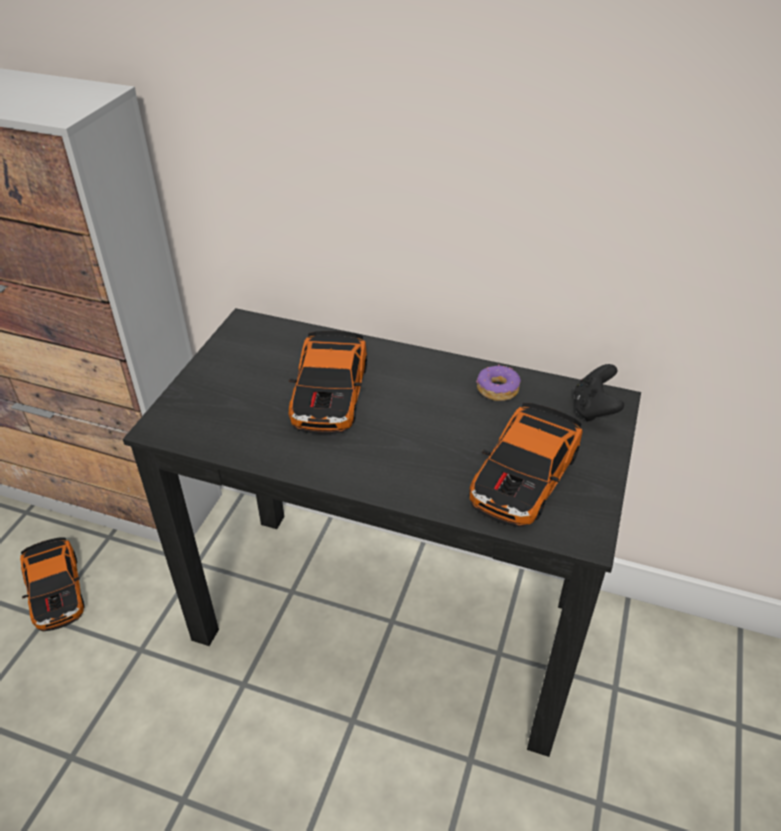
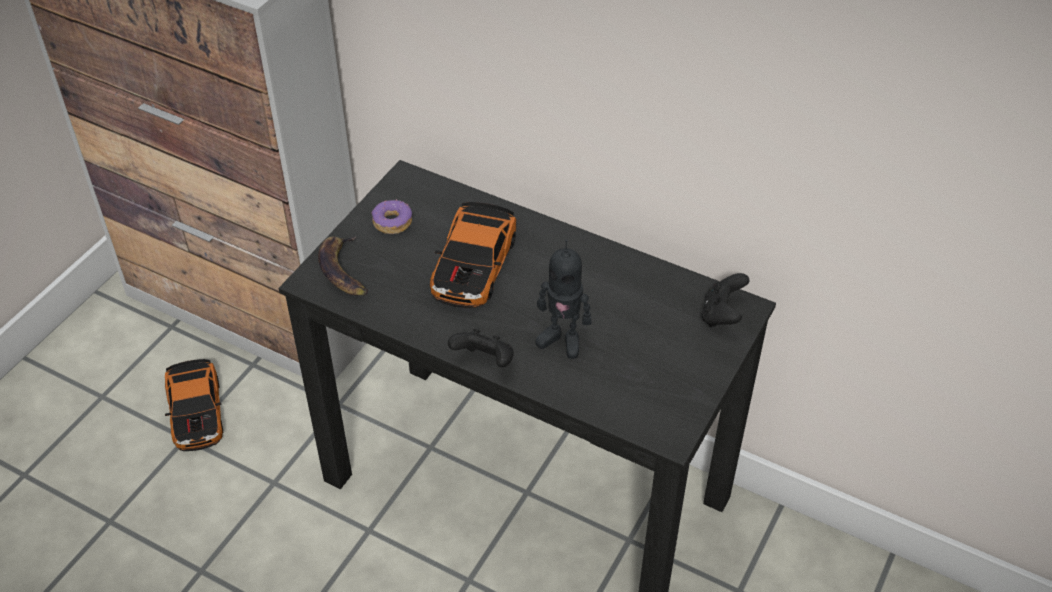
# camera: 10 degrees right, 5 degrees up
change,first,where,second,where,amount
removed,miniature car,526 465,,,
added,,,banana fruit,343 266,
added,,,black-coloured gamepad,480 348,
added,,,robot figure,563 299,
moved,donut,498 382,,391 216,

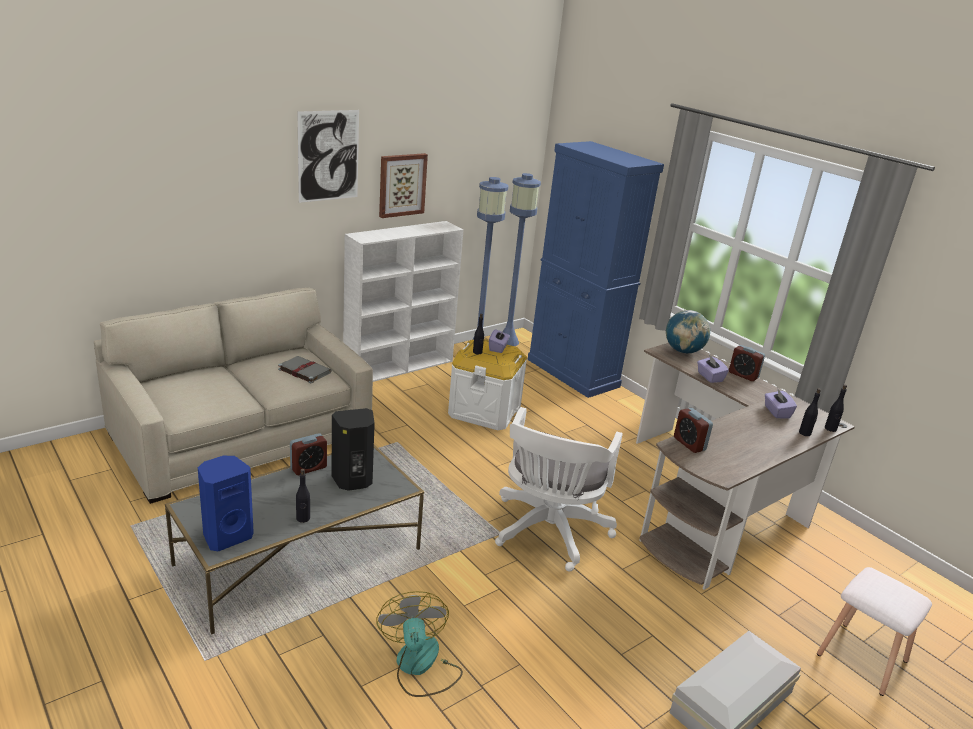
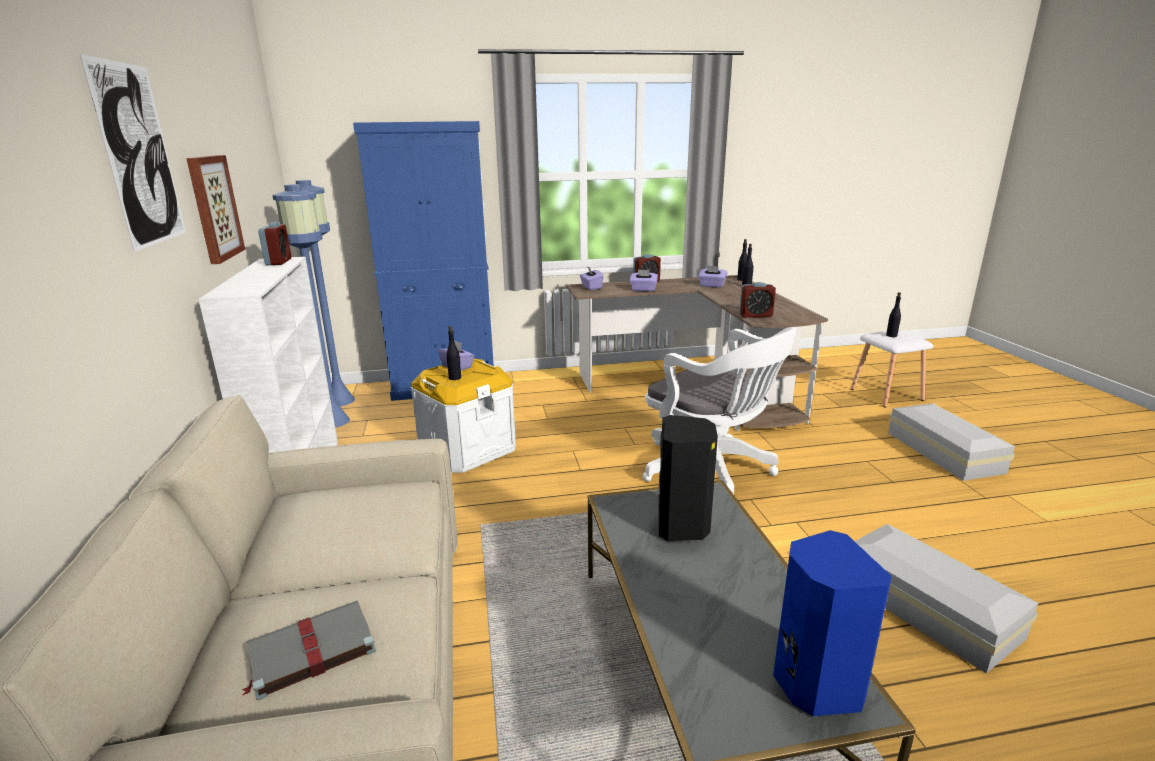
# camera: 60 degrees left, 5 degrees down
change,first,where,second,where,amount
moved,greyish book,305 369,,309 650,
moved,table clock,308 454,,274 243,
moved,black-coloured drink bottle,303 496,,893 314,
replaced,electric fan,419 644,whitish storage box,946 598,
replaced,world globe,688 332,purplish box of tissues,592 278,

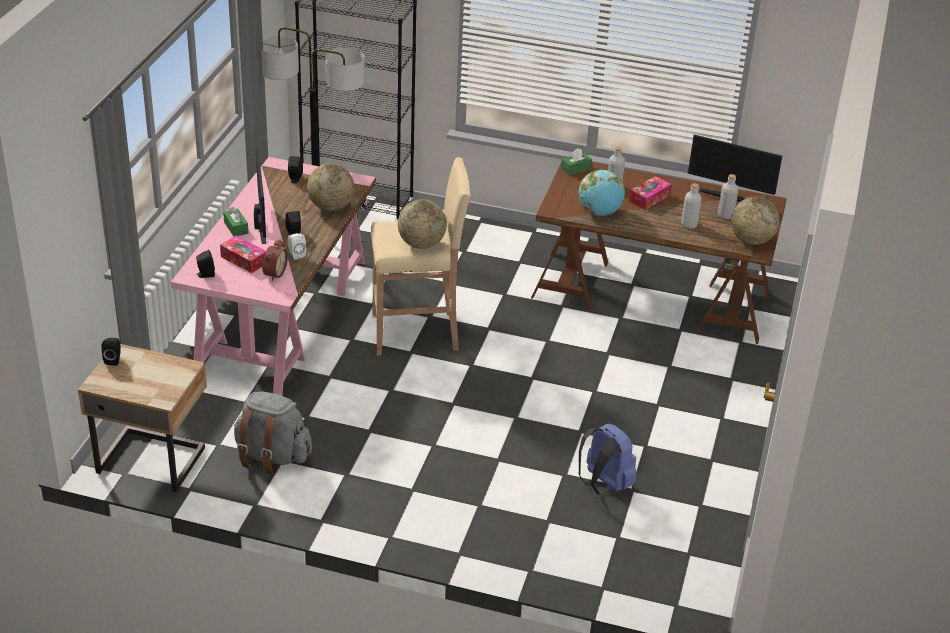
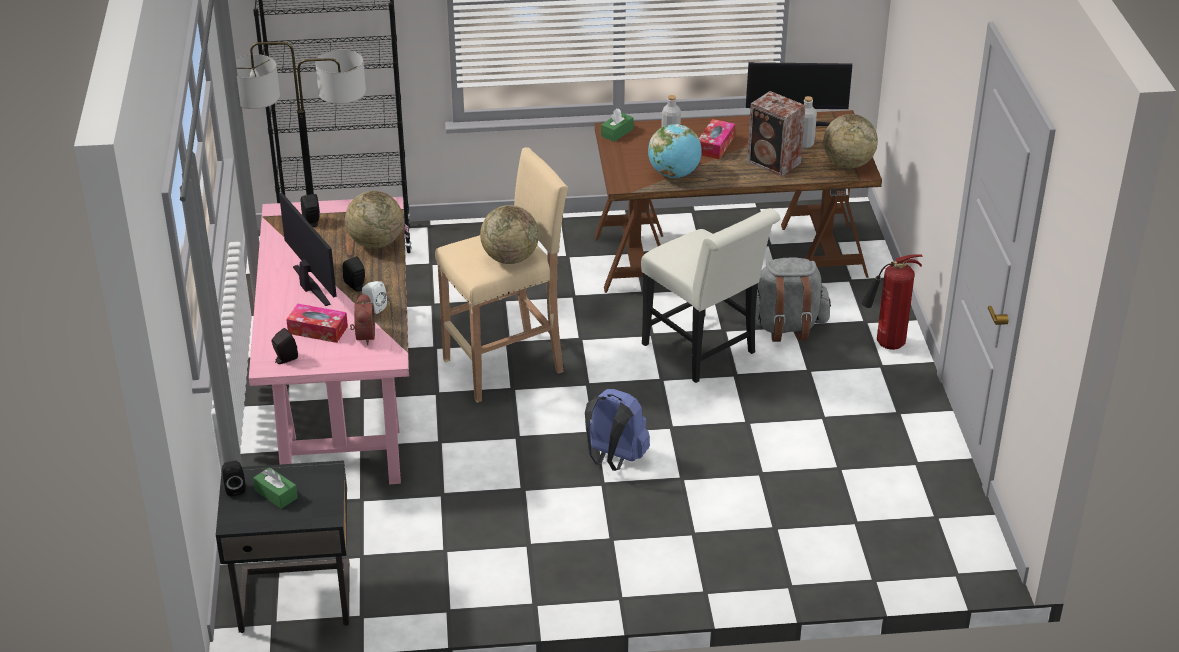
# camera: 20 degrees left, 0 degrees up
change,first,where,second,where,amount
added,,,whitish plain chair,710 295,
added,,,fire extinguisher,891 302,
moved,greenish box of tissues,235 222,,275 488,
moved,greyish rucksack,273 432,,787 300,
moved,bluish rucksack,607 459,,617 430,
replaced,greyish drink bottle,691 206,audio speaker,776 134,
recoloured,sand-coloured nightstand,142 418,black-coloured nightstand,283 546,

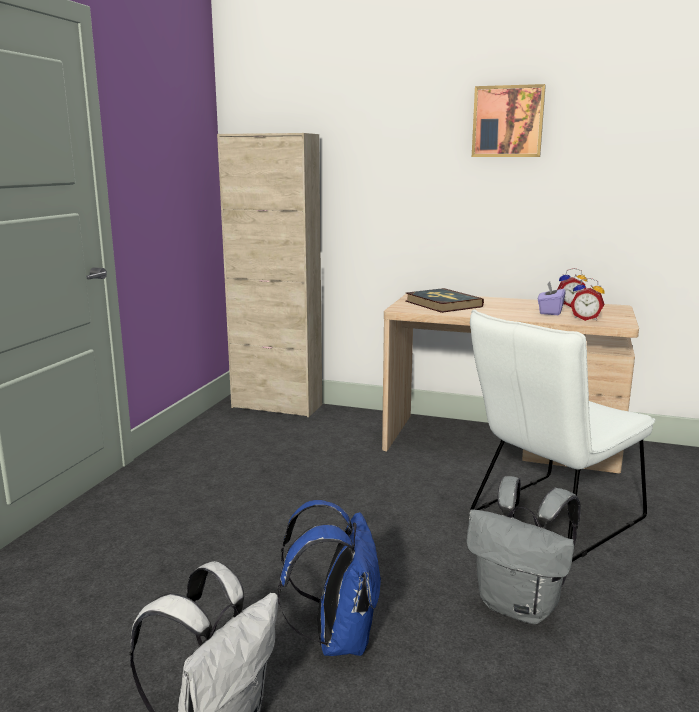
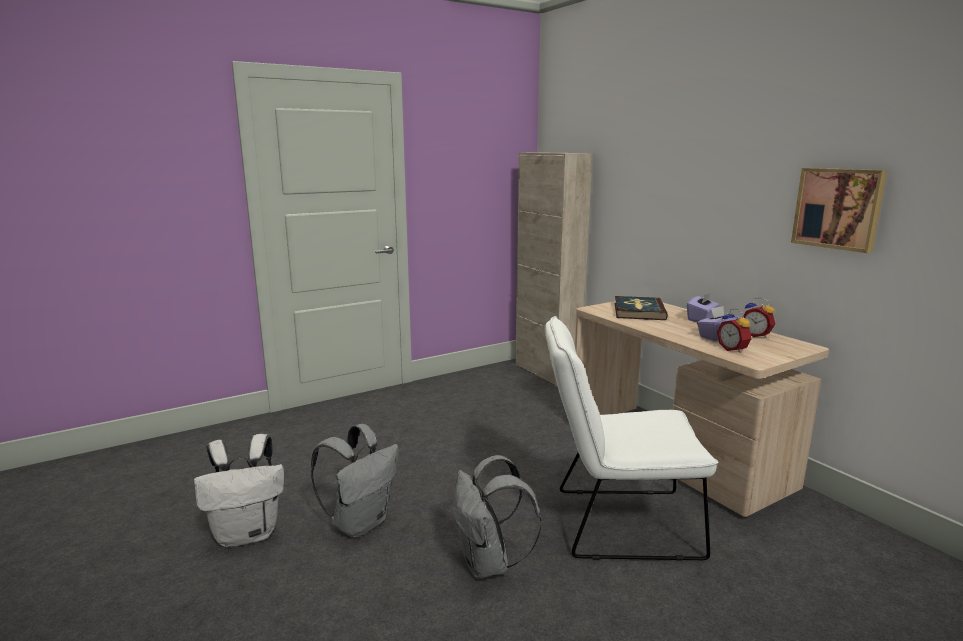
# camera: 40 degrees right, 0 degrees up
change,first,where,second,where,amount
added,,,purplish box of tissues,703 307,
moved,wall picture,509 120,,839 210,
recoloured,bluish rucksack,329 578,greyish rucksack,355 481,

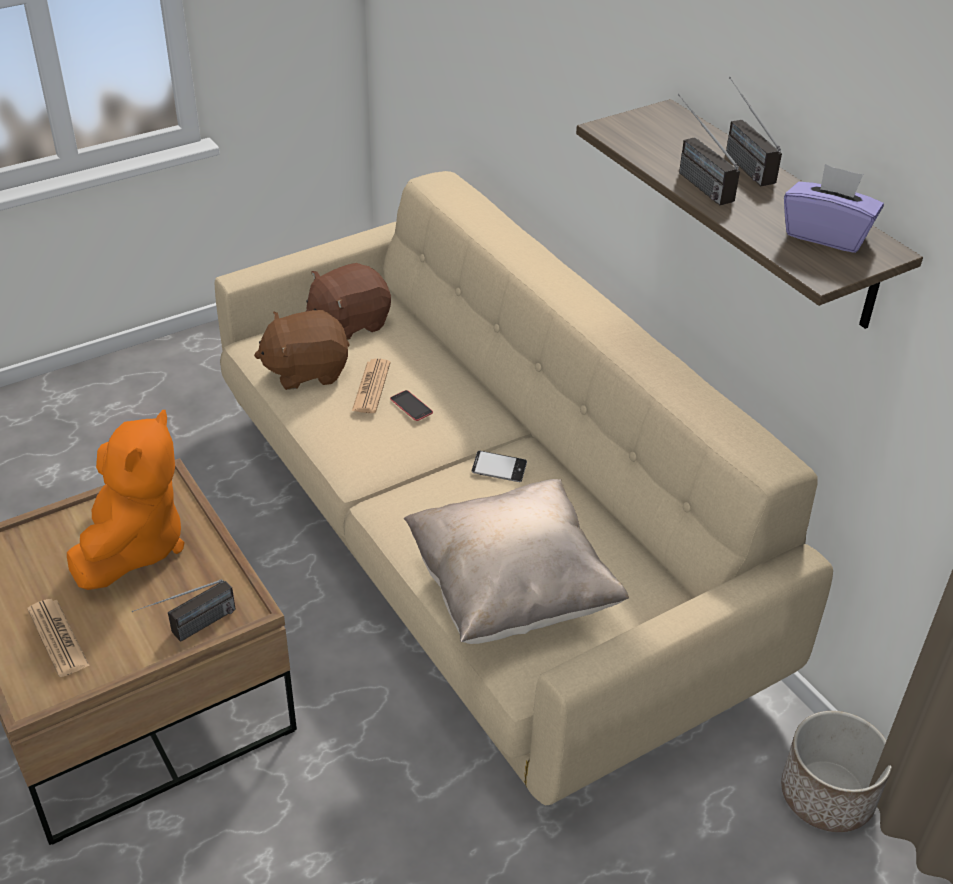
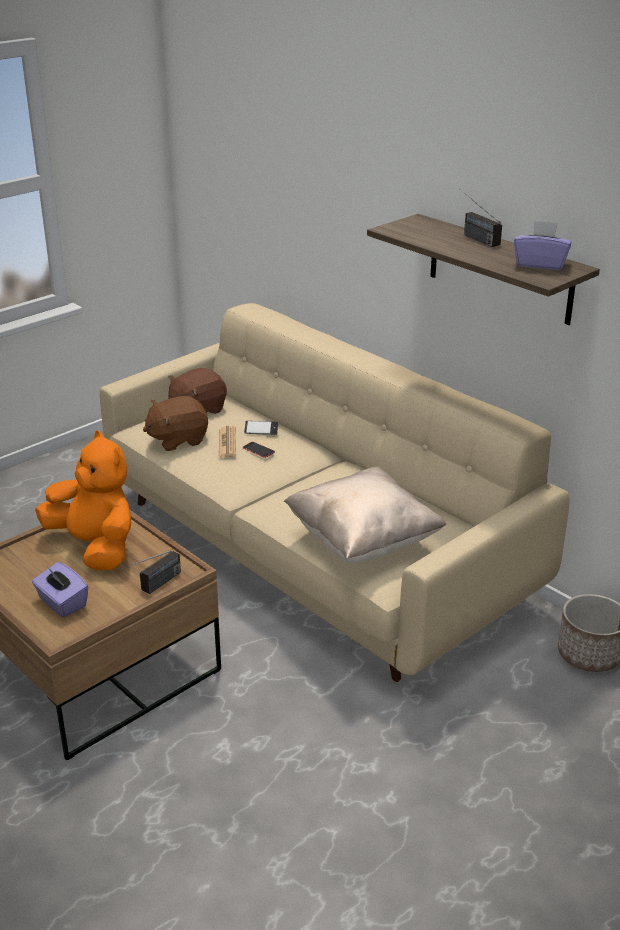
# camera: 10 degrees left, 10 degrees down
change,first,where,second,where,amount
removed,radio set,709 149,,,
moved,handset,499 466,,261 428,
replaced,printed paper,58 638,purplish box of tissues,60 589,
turned,orange-coloured plush toy,126 500,,83 501,45 degrees counterclockwise

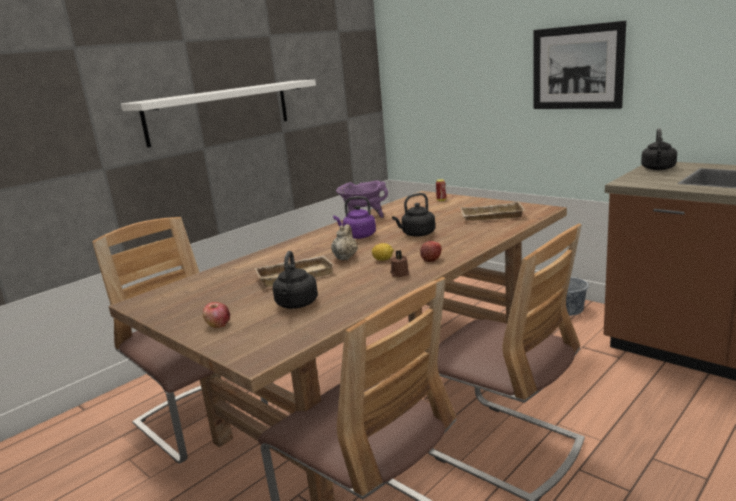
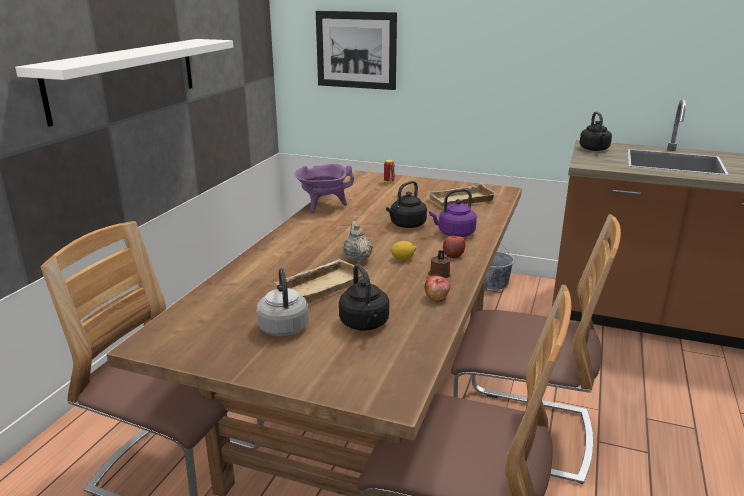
# camera: 25 degrees left, 5 degrees up
change,first,where,second,where,amount
added,,,greyish tea kettle,282 302,
moved,apple fruit,216 315,,437 288,
moved,purplish tea kettle,354 217,,453 213,
moved,wall picture,580 65,,356 50,

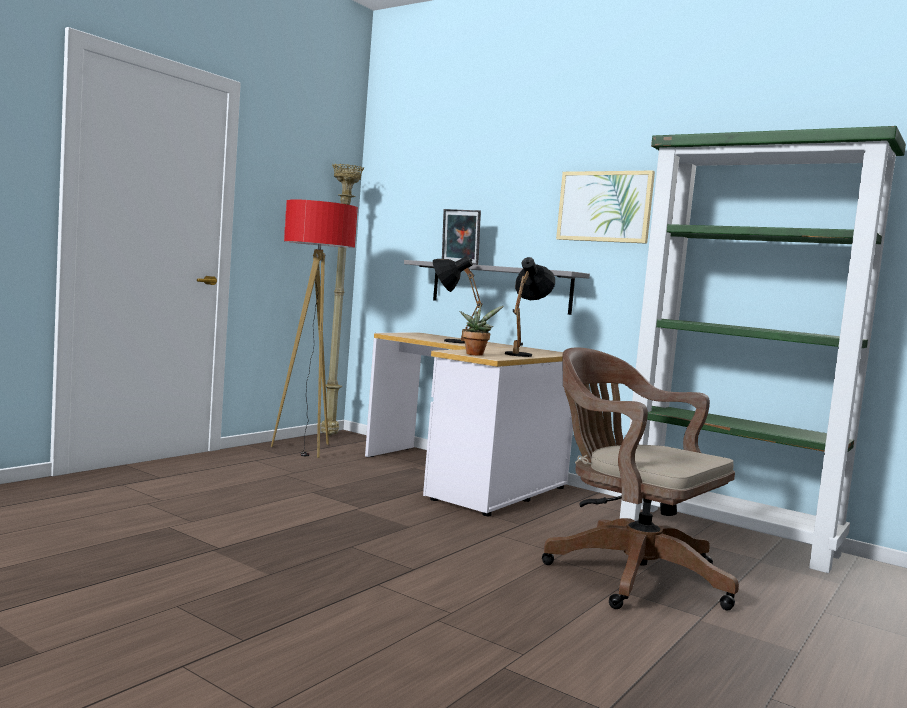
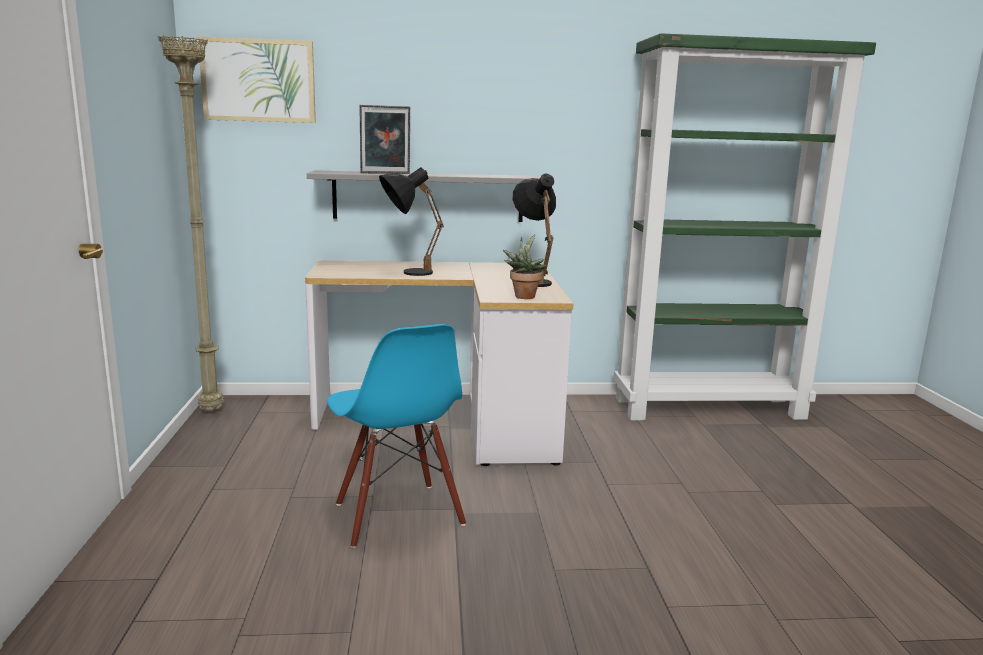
# camera: 40 degrees left, 10 degrees up
change,first,where,second,where,amount
removed,standard lamp,314 328,,,
removed,brown desk chair,640 478,,,
added,,,bluish plain chair,396 436,
moved,wall picture,605 207,,257 79,

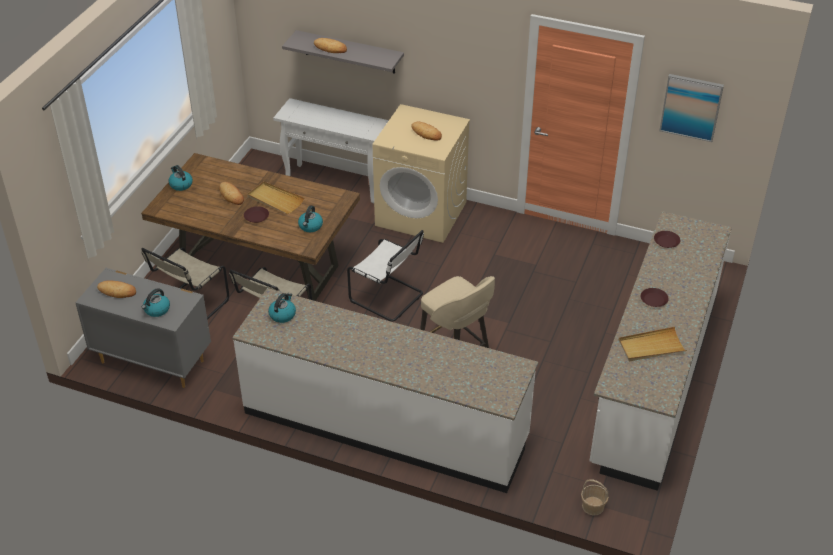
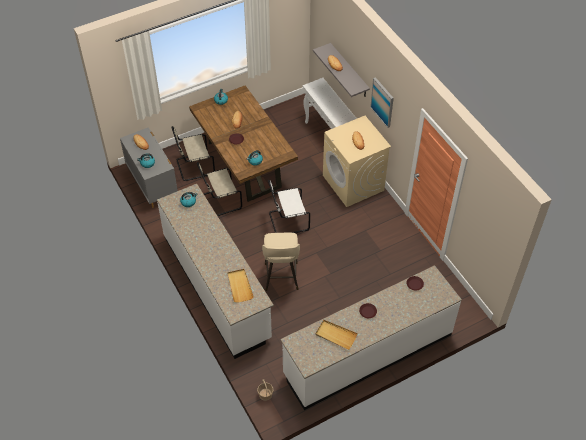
# camera: 40 degrees right, 10 degrees up
change,first,where,second,where,amount
moved,sand-coloured serving tray,275 197,,240 285,
moved,wall picture,691 108,,382 102,
turned,whitish plain chair,385 275,,289 206,90 degrees clockwise

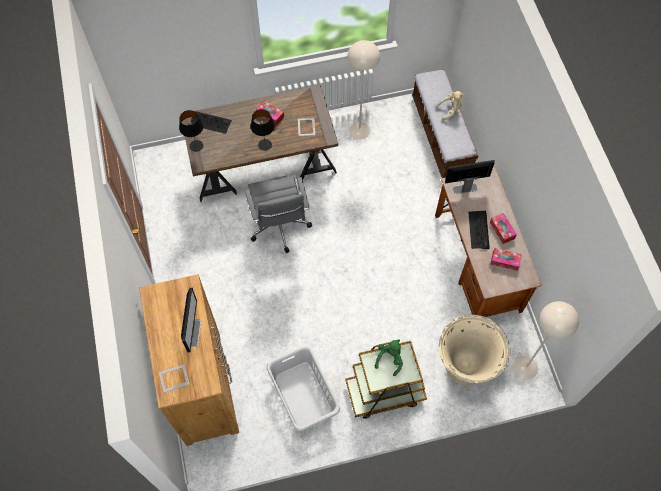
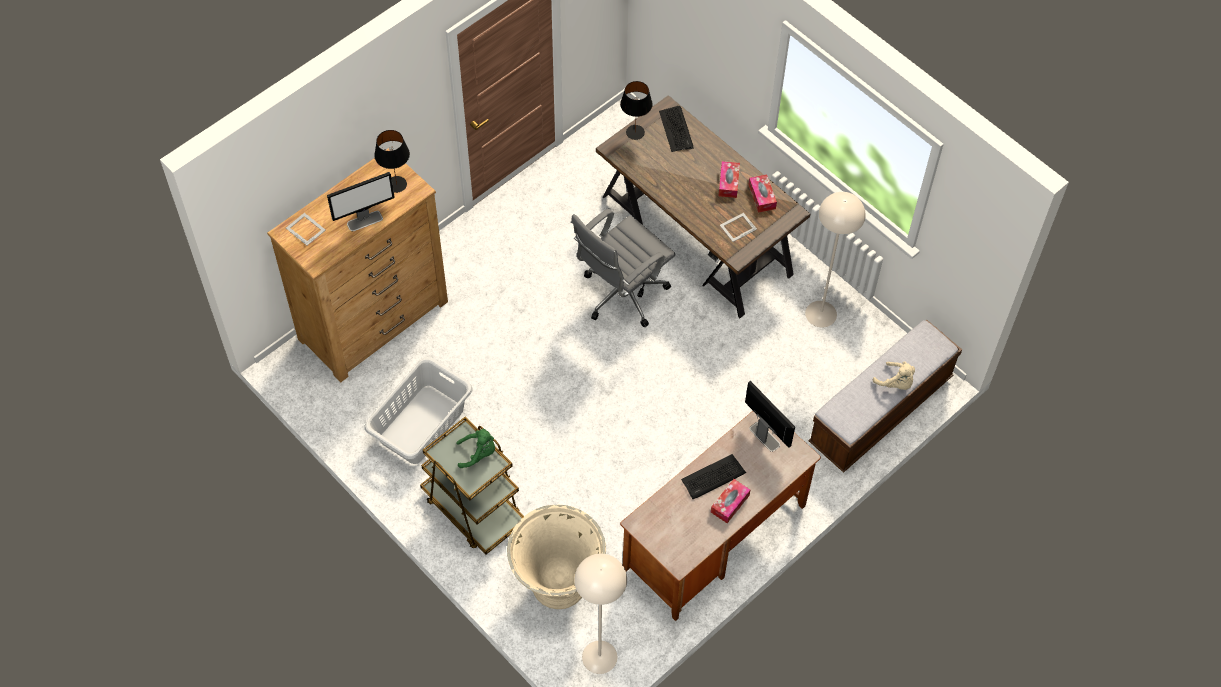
# camera: 60 degrees right, 5 degrees down
change,first,where,second,where,amount
moved,black-coloured tabletop lamp,263 130,,392 161,
moved,box of tissues,506 259,,762 193,

